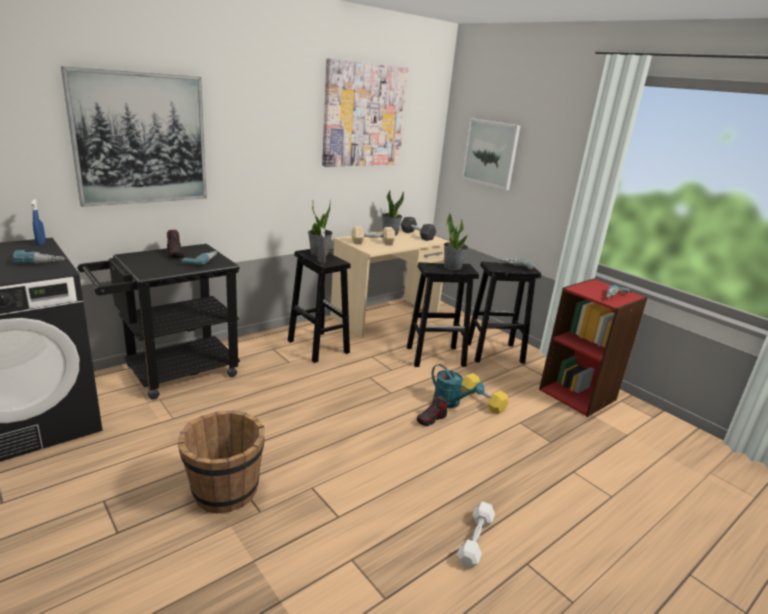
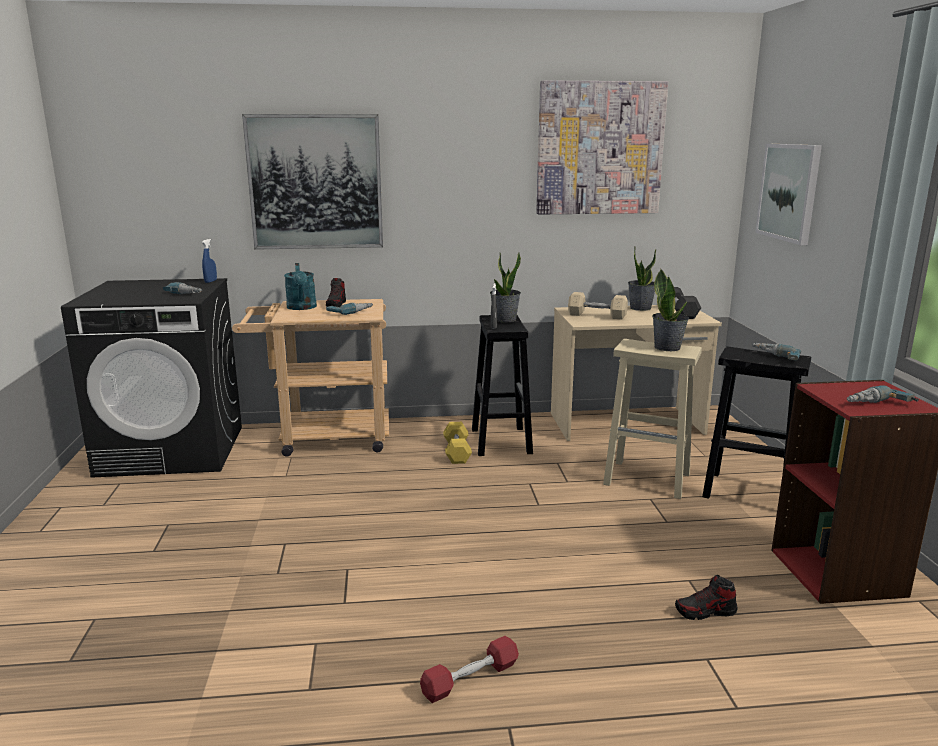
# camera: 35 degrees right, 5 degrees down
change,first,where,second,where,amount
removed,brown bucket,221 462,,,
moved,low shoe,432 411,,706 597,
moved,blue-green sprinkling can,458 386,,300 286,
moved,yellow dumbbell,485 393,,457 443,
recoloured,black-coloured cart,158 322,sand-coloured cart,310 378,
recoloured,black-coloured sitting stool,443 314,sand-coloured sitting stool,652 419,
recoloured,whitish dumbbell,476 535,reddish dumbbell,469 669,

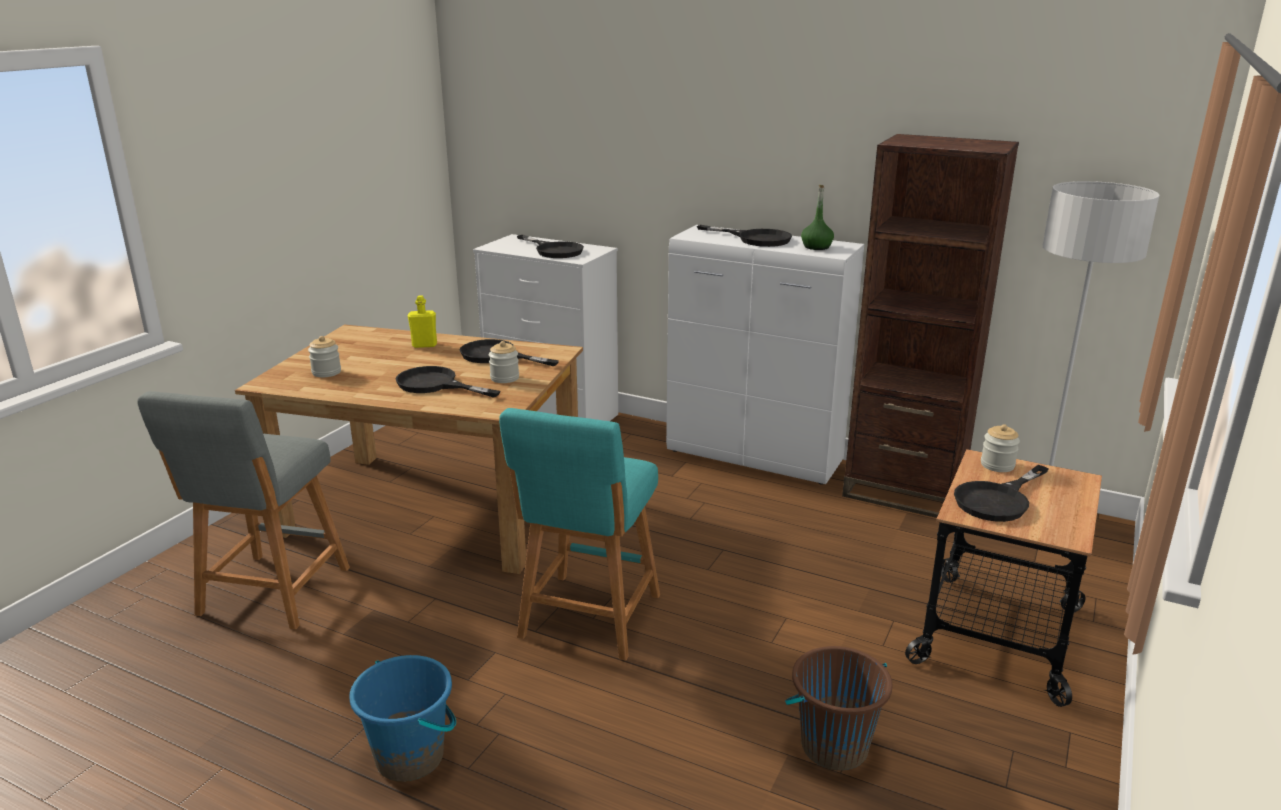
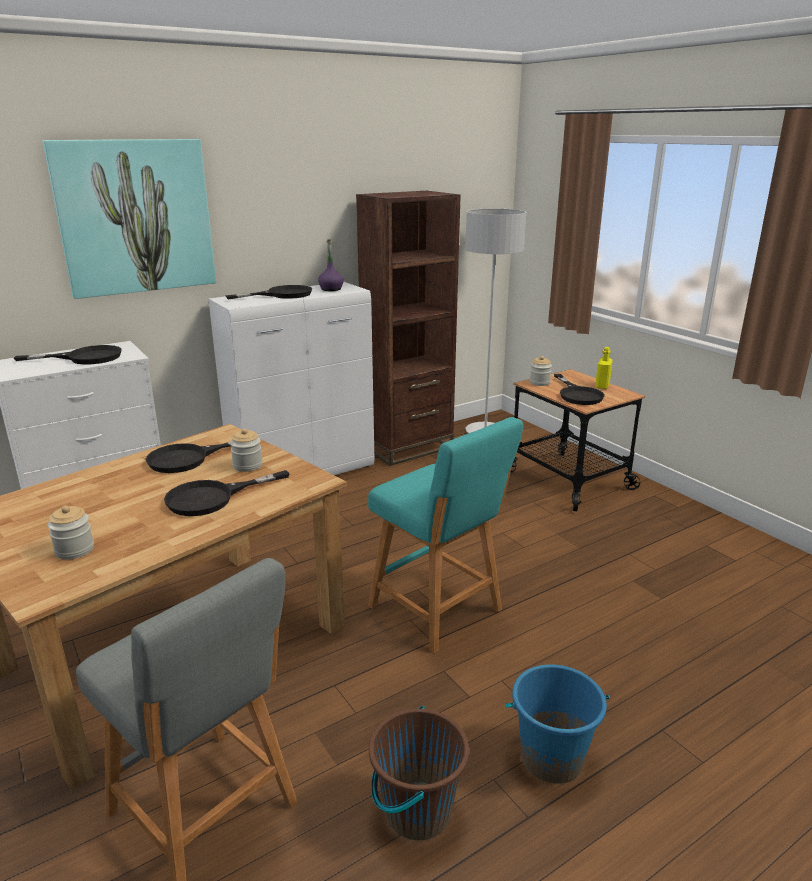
# camera: 60 degrees left, 0 degrees up
change,first,where,second,where,amount
added,,,wall picture,129 219,
moved,yellow drink bottle,422 321,,604 368,
moved,brown bucket,839 708,,419 773,
recoloured,greenish drink bottle,817 217,purplish drink bottle,331 265,

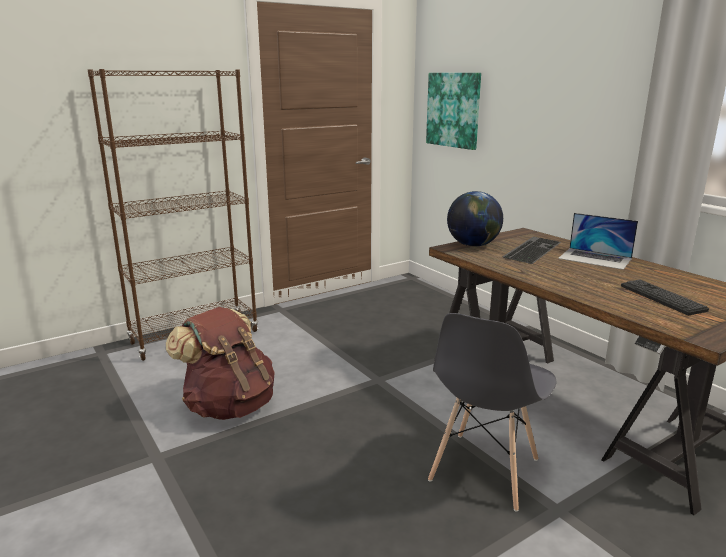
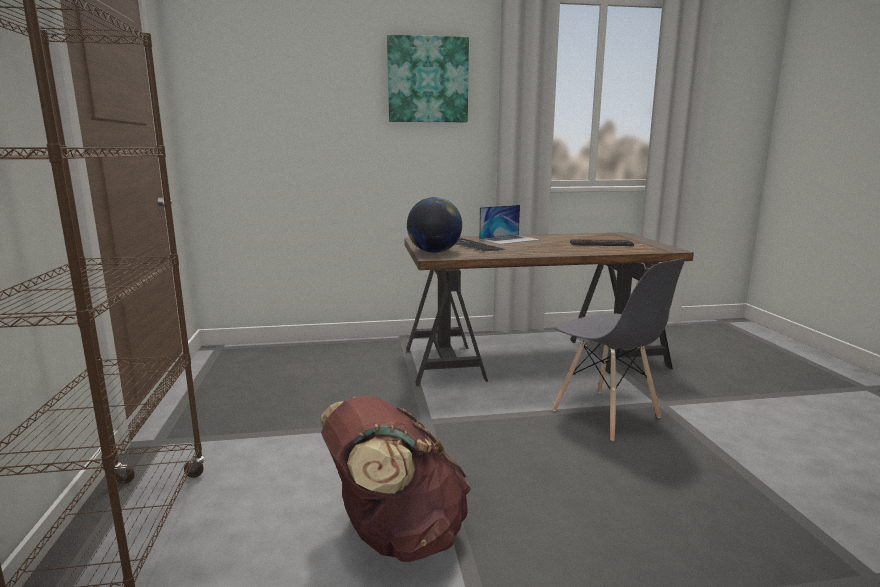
# camera: 65 degrees left, 5 degrees down
change,first,where,second,where,amount
moved,wall picture,453 111,,428 78,

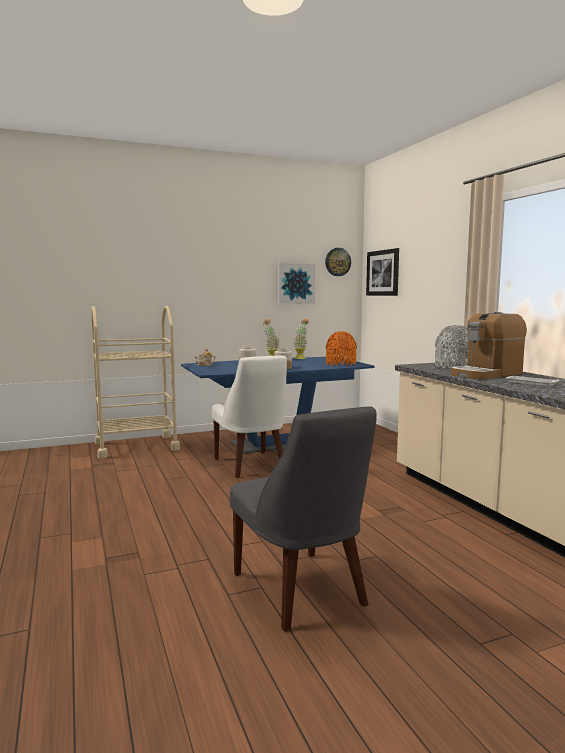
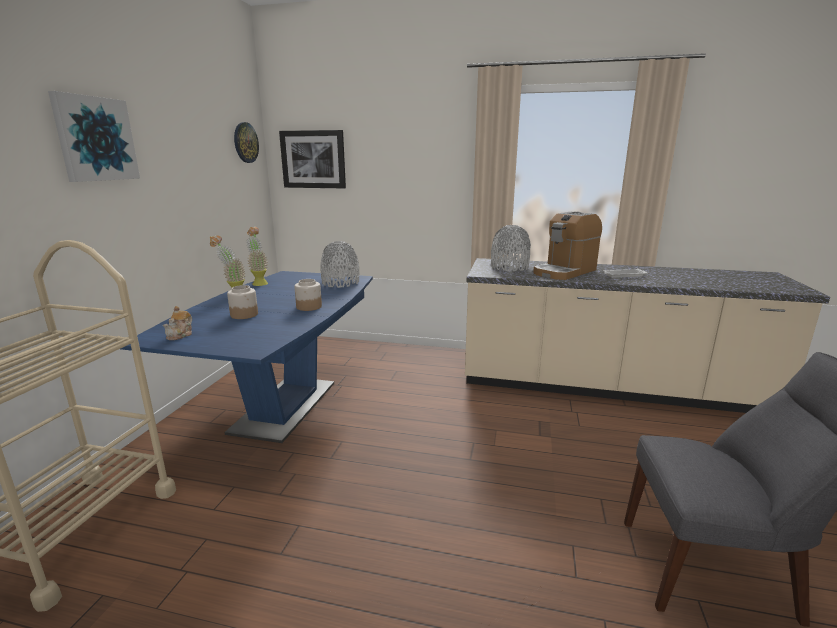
# camera: 55 degrees left, 10 degrees up
change,first,where,second,where,amount
removed,whitish plain chair,249 417,,,
moved,wall picture,296 283,,94 136,
recoloured,orange-coloured flower vase,341 348,greyish flower vase,339 264,
turned,coffee machine,489 345,,567 246,45 degrees clockwise

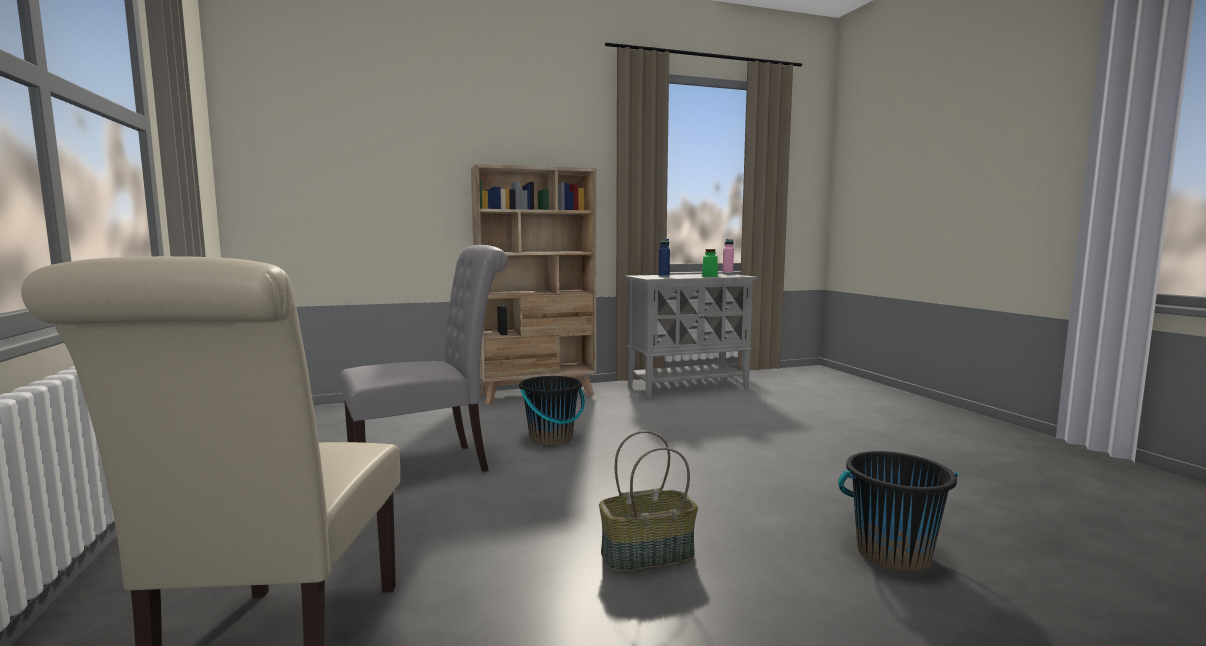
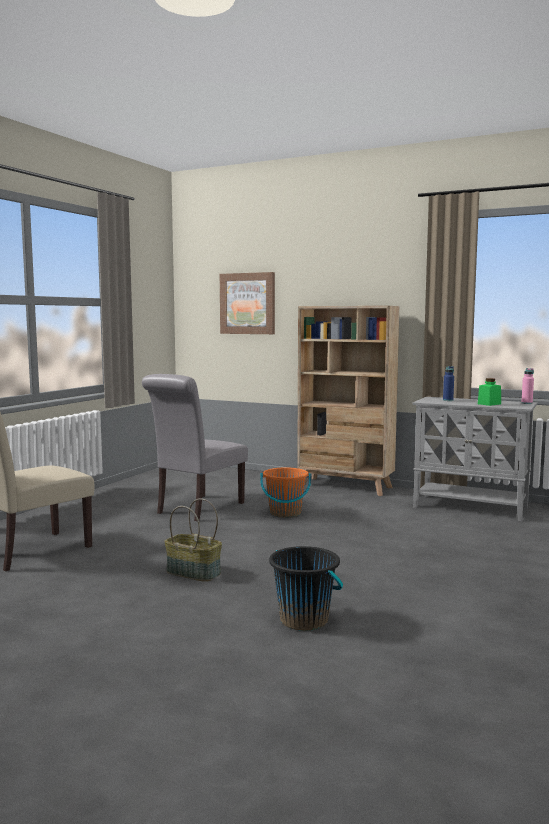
# camera: 45 degrees right, 0 degrees up
change,first,where,second,where,amount
added,,,wall picture,247 303,
recoloured,black-coloured bucket,552 411,orange-coloured bucket,285 493,
turned,greyish plain chair,424 358,,195 447,105 degrees clockwise

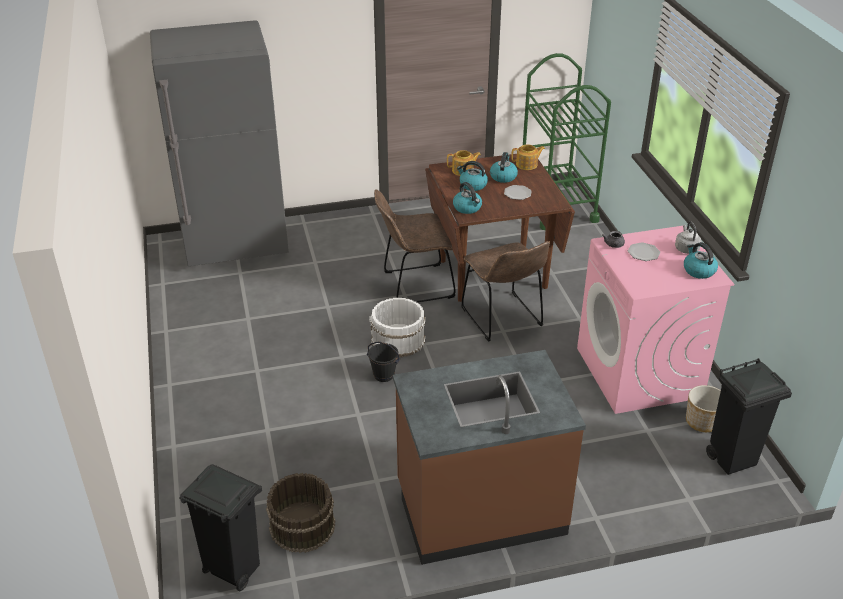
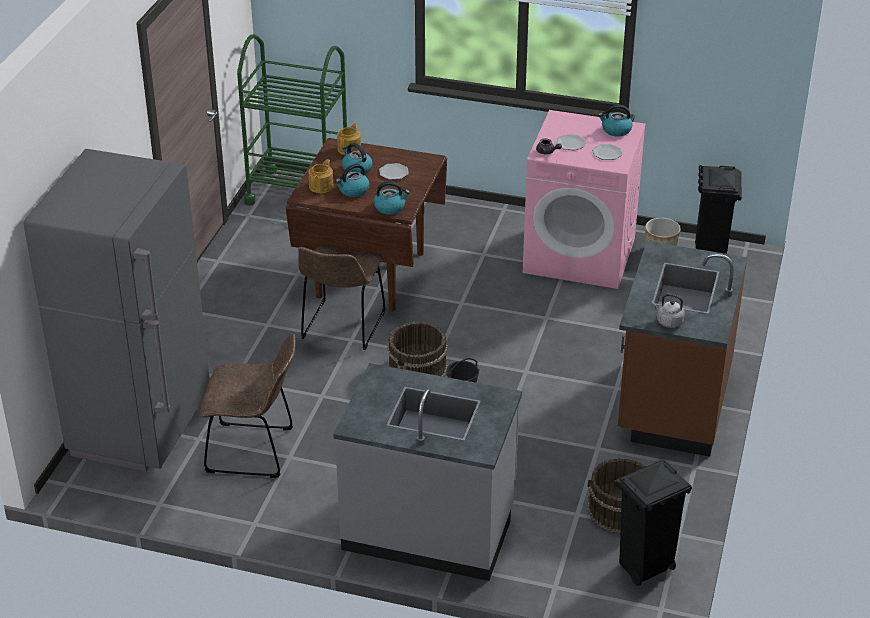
# camera: 60 degrees left, 0 degrees up
change,first,where,second,where,amount
added,,,greyish kitchen counter,427 472,
added,,,plate,607 152,
moved,brown plain chair,505 291,,248 406,
moved,greyish tea kettle,688 237,,668 311,
recoloured,whitish bucket,397 327,brown bucket,417 349,

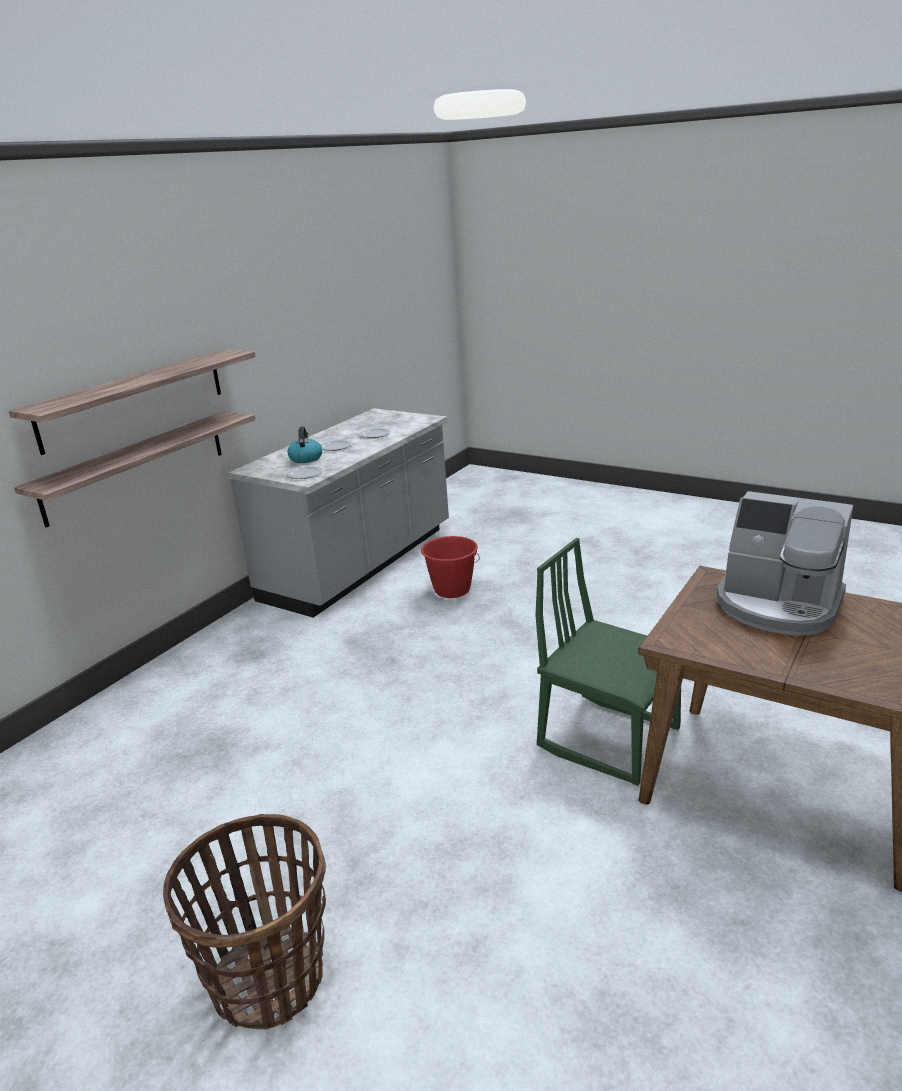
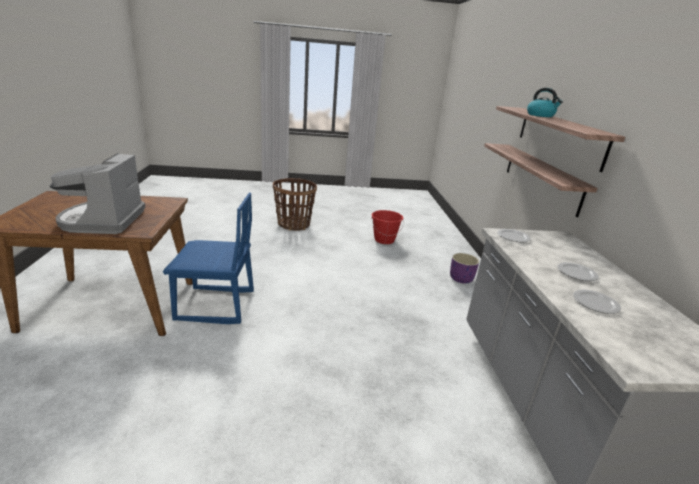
# camera: 140 degrees right, 0 degrees up
change,first,where,second,where,amount
added,,,purplish plant pot,464 268,
moved,tea kettle,304 444,,545 102,
moved,reddish bucket,450 567,,388 227,
recoloured,greenish plain chair,608 662,bluish plain chair,208 258,
turned,coffee machine,785 563,,98 193,90 degrees counterclockwise

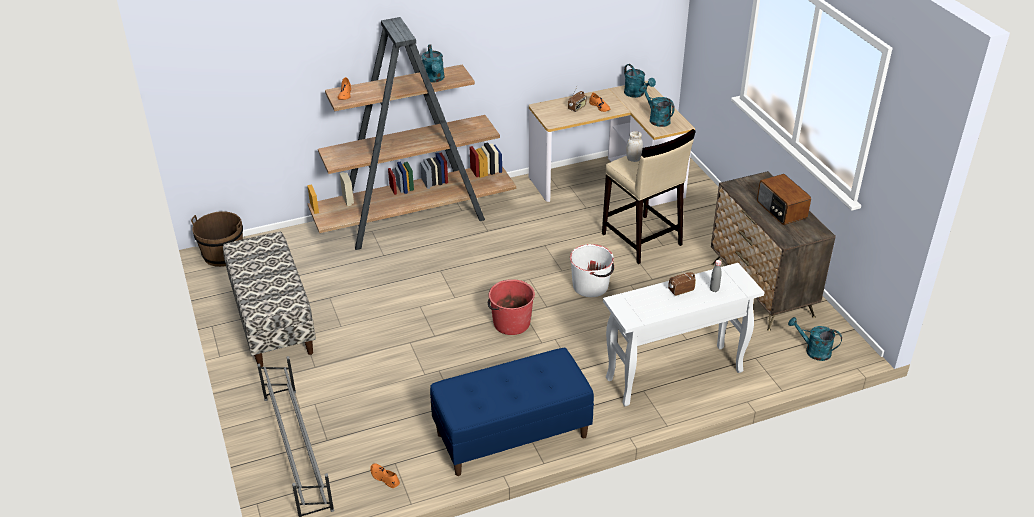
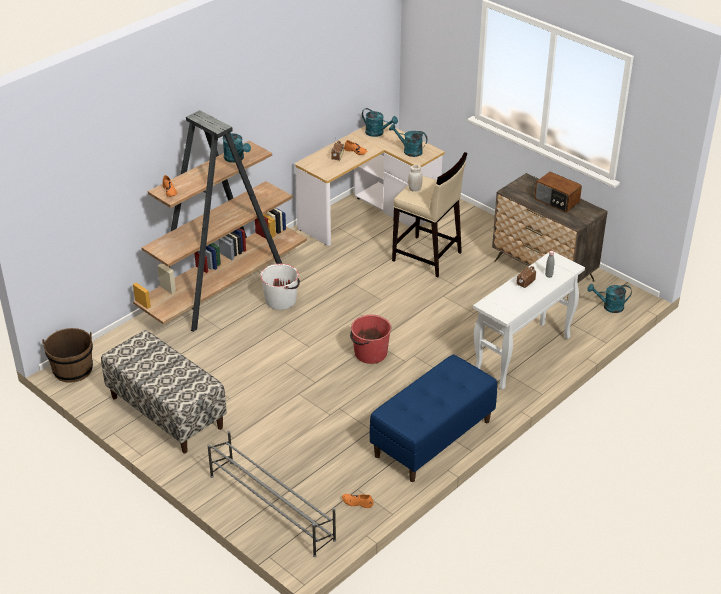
# camera: 25 degrees left, 0 degrees up
change,first,where,second,where,amount
moved,whitish bucket,592 270,,280 287,

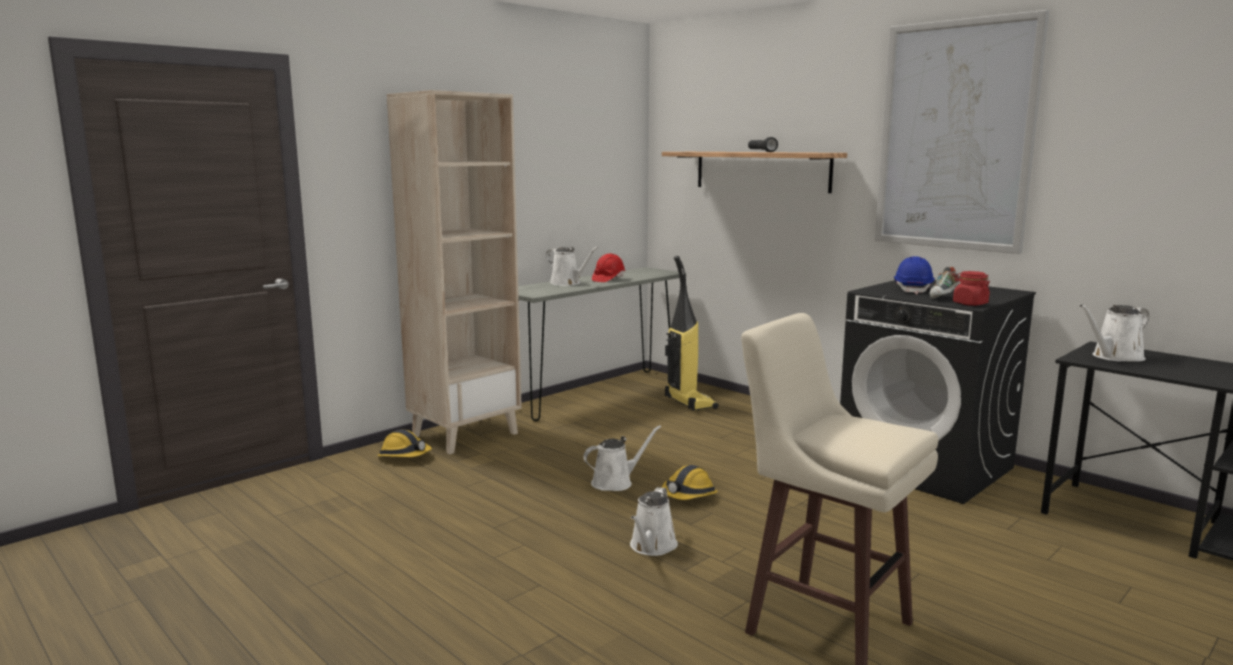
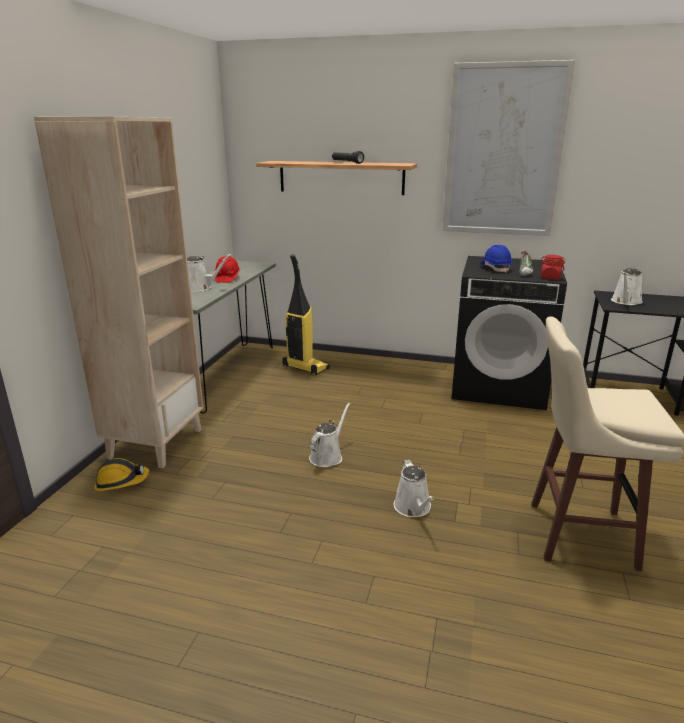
# camera: 30 degrees left, 10 degrees up
change,first,where,second,where,amount
removed,hard hat,689 482,,,

